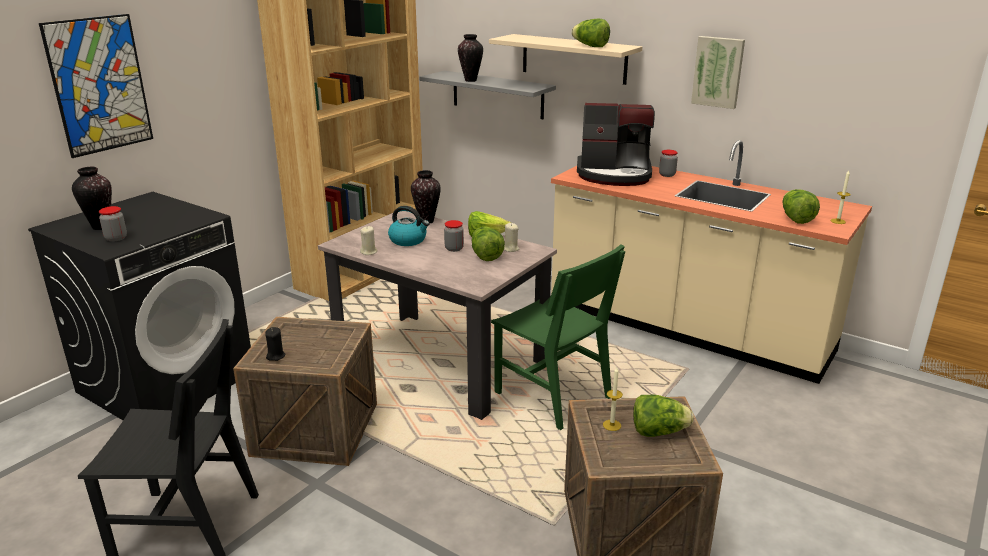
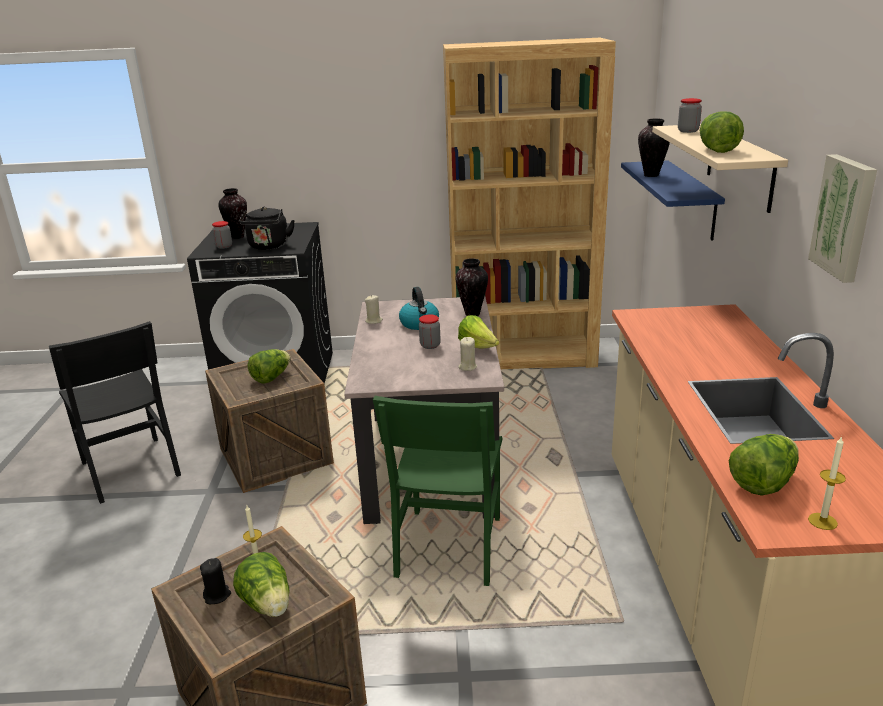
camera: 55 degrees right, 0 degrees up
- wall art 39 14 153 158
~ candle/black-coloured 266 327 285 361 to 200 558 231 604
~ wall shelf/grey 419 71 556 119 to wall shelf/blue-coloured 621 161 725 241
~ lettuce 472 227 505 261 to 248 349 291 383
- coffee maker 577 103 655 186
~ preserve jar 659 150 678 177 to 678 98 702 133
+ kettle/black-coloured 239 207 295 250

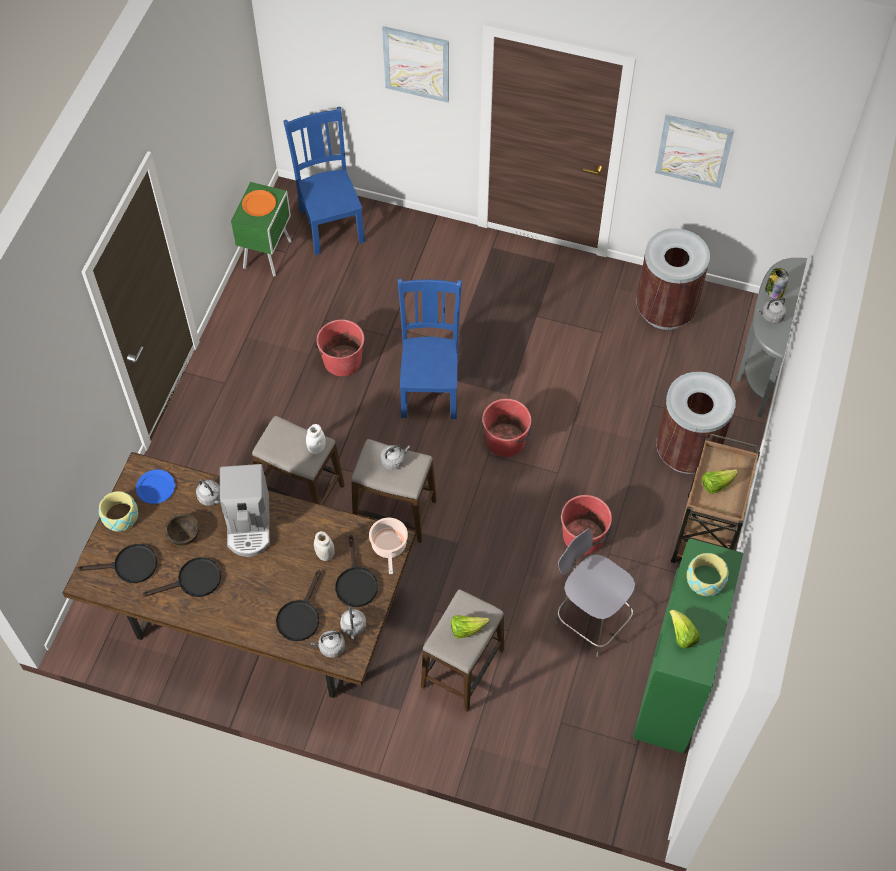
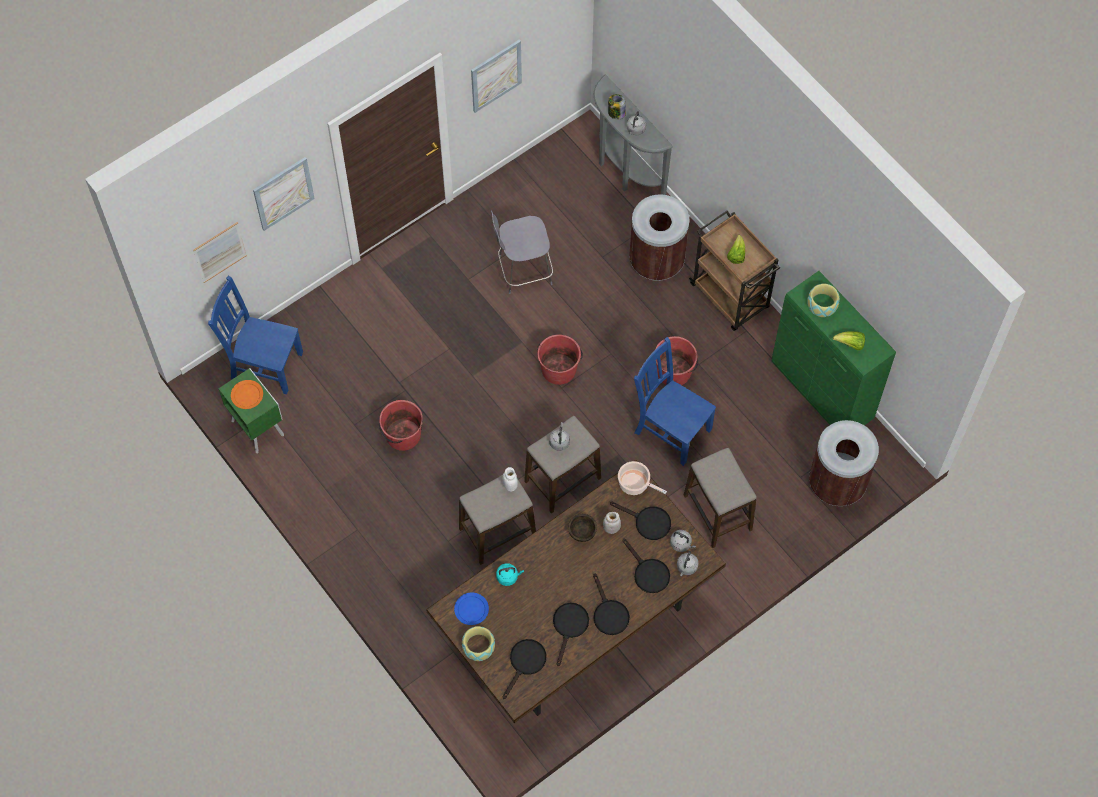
camera: 55 degrees left, 5 degrees up
~ bowl/brownish 165 513 199 546 to 568 514 597 542
~ kettle/grey 196 479 220 506 to kettle/turquoise 496 563 524 586
- coffee maker 220 464 270 557
~ plain chair/blue-coloured 397 279 462 419 to 634 337 716 466
- lettuce 451 615 490 639
~ plain chair/grey 555 528 635 657 to 491 210 553 294
~ trash can/brownish 636 228 710 330 to 809 420 879 506
+ wall art 193 222 247 283
+ frying pan/black-coloured 593 573 630 635

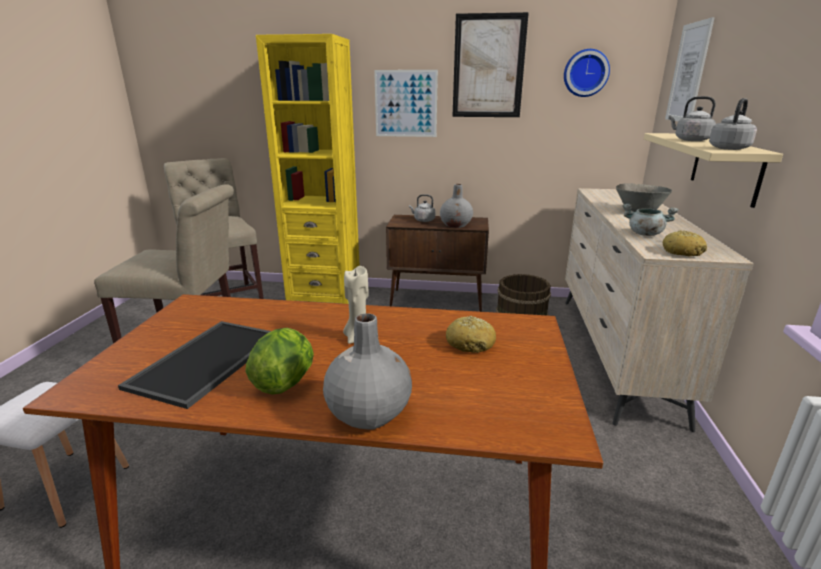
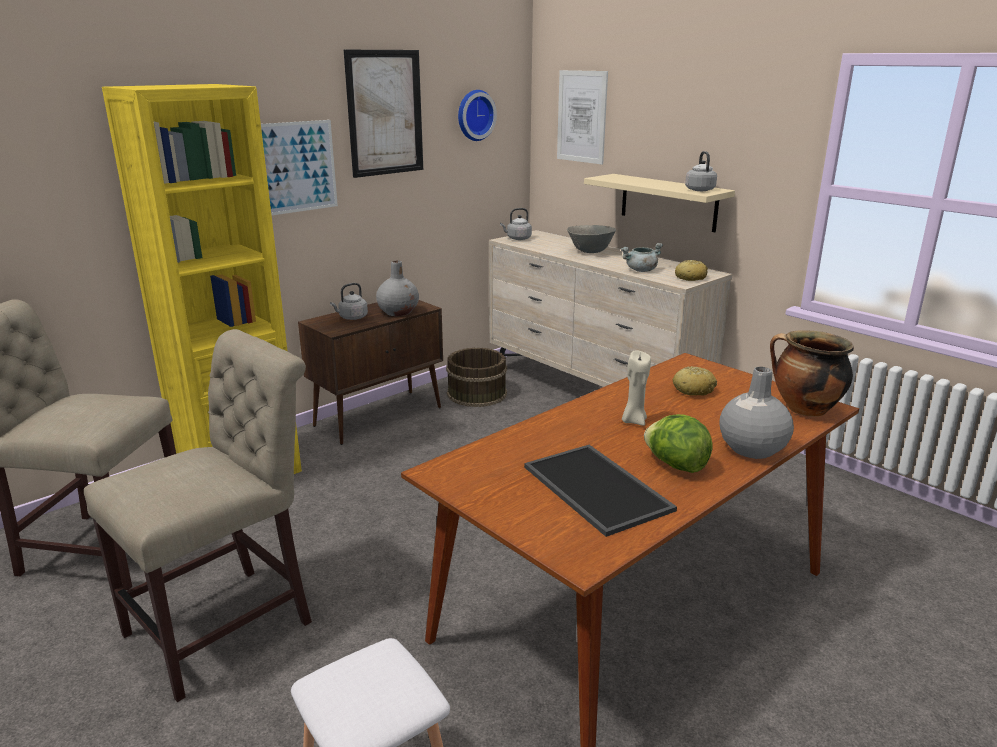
camera: 50 degrees left, 0 degrees up
~ kettle/grey 668 96 716 141 to 500 208 532 240
+ stockpot 770 330 854 417

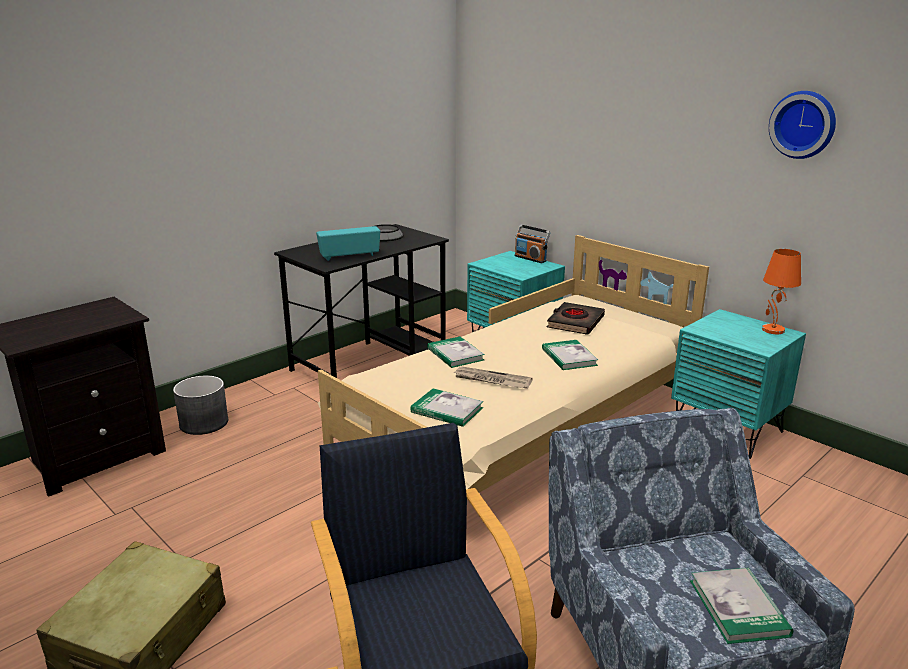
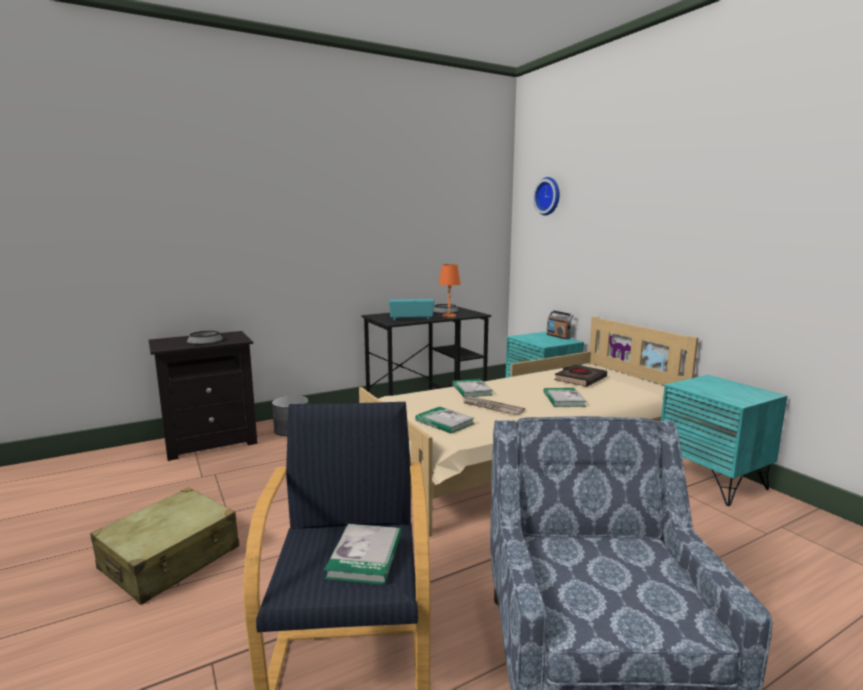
camera: 15 degrees right, 10 degrees down
~ book 690 567 793 644 to 324 524 402 585
~ lamp for a table/orangey 762 249 801 334 to 439 264 461 318
~ wall clock 769 91 836 159 to 533 177 560 215
+ bowl 186 331 224 345

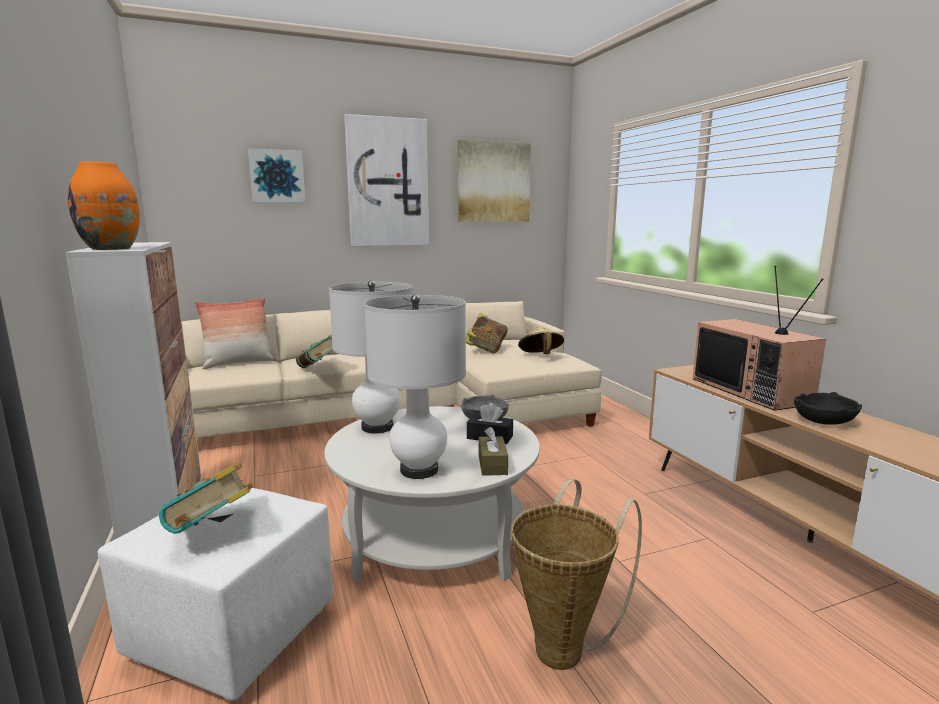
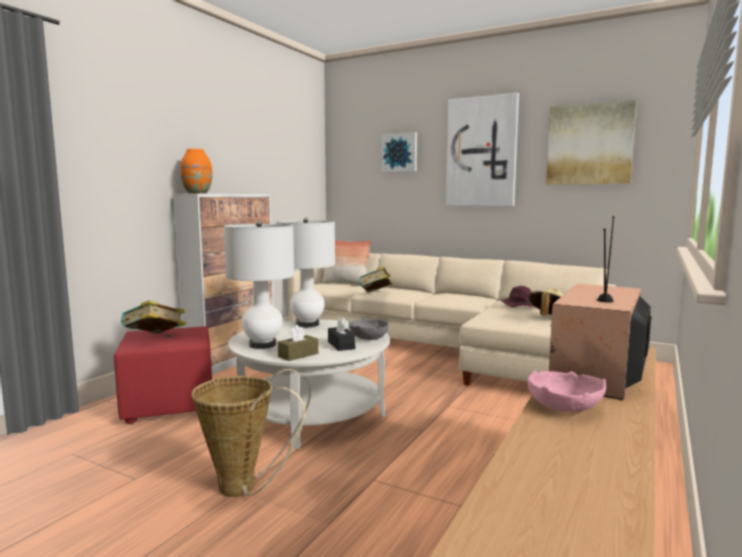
camera: 50 degrees right, 5 degrees down
~ ottoman/white 97 488 333 701 to ottoman/red-coloured 114 326 212 424
~ book 466 313 508 354 to wearable hat/purple-coloured 500 286 534 307
~ bowl/black-coloured 794 392 862 425 to bowl/pink-coloured 527 370 606 412

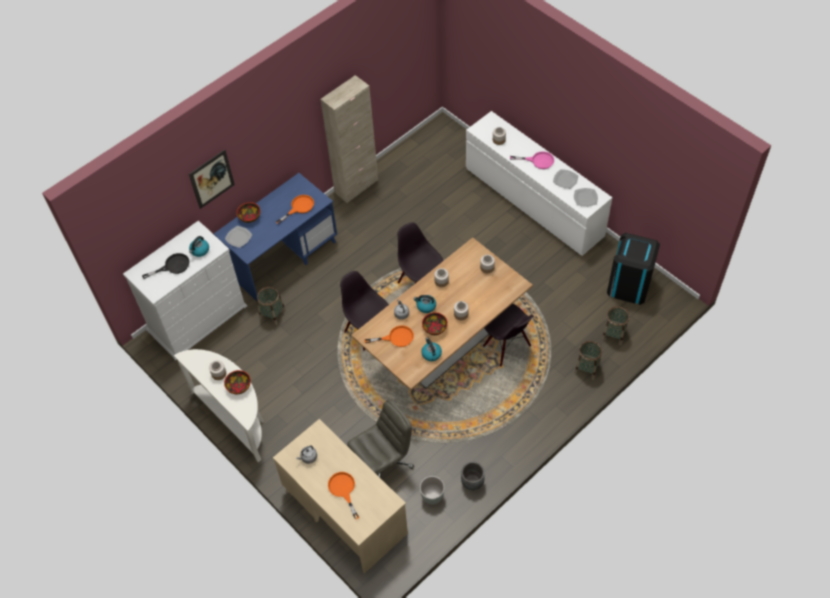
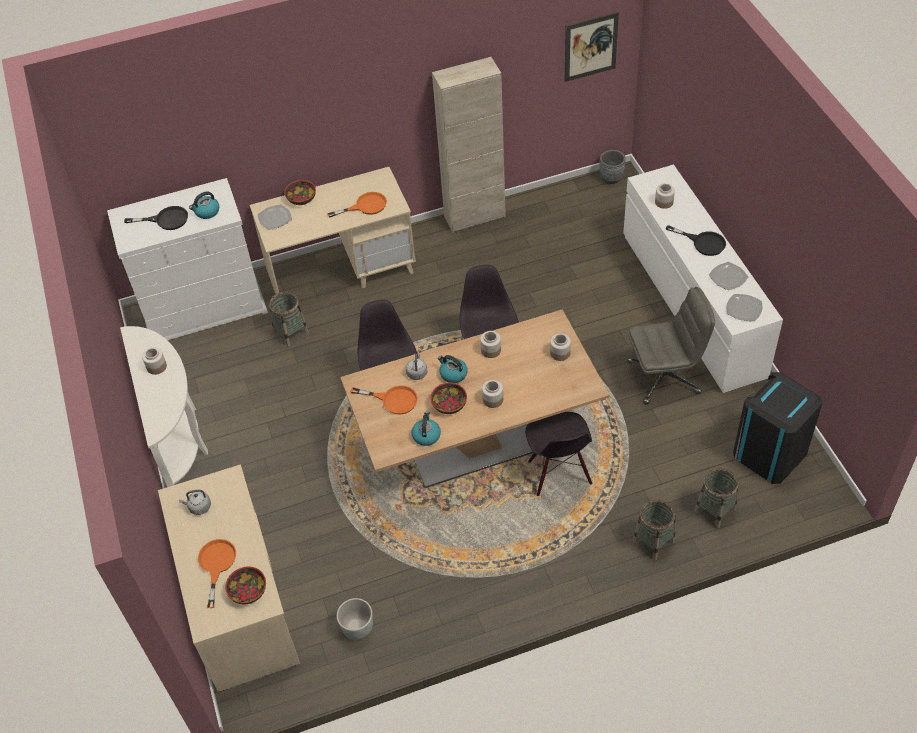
camera: 25 degrees right, 5 degrees down
~ wall art 189 150 235 209 to 565 12 619 82
~ desk table/blue-coloured 214 173 337 301 to desk table/beige-coloured 250 167 416 294
~ bowl 224 370 251 394 to 225 566 266 604
~ computer chair/grey 347 400 414 477 to 628 287 715 405
~ planter/grey 461 461 485 490 to 599 150 626 184
~ frying pan/pink-coloured 510 151 554 169 to frying pan/black-coloured 666 225 726 256

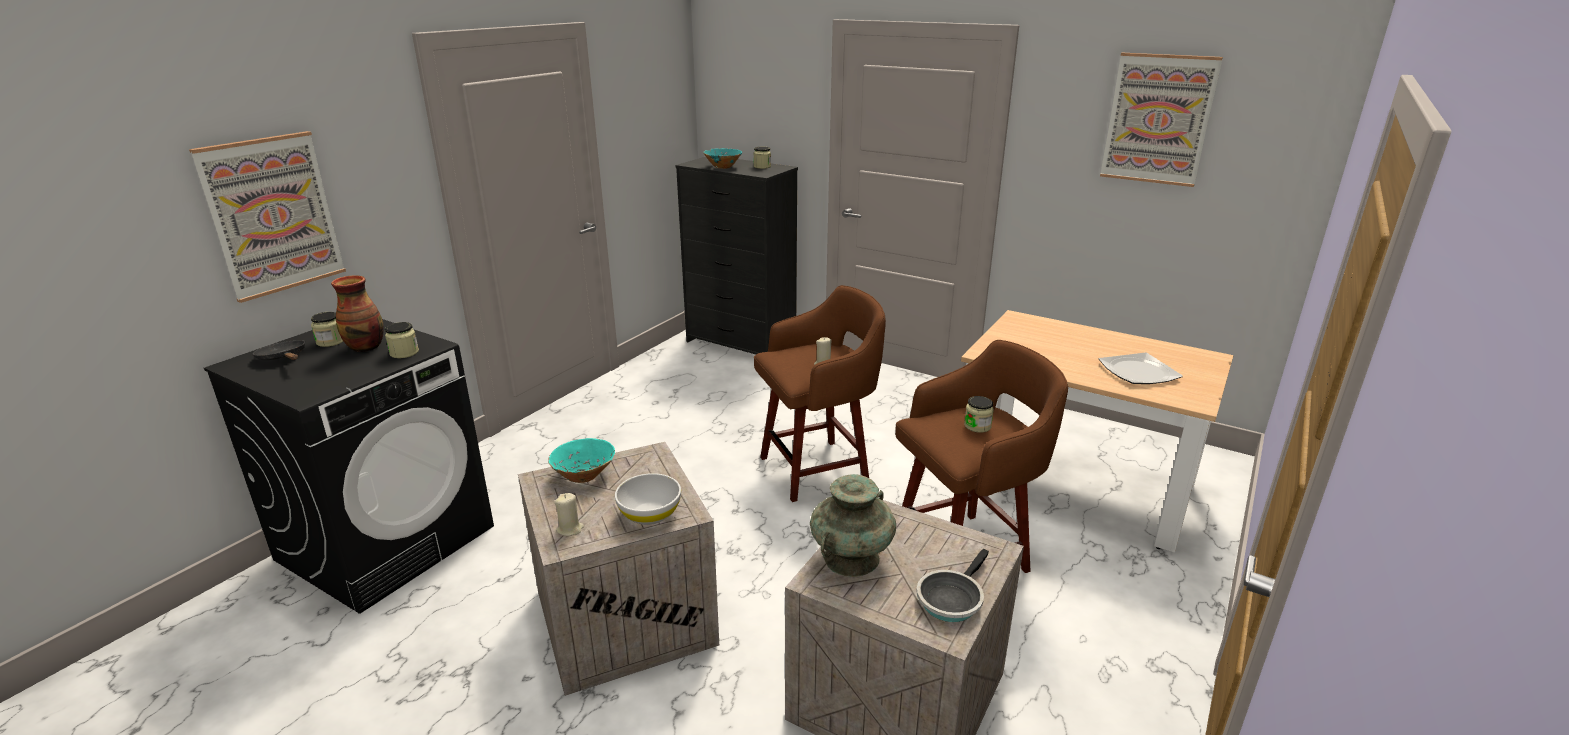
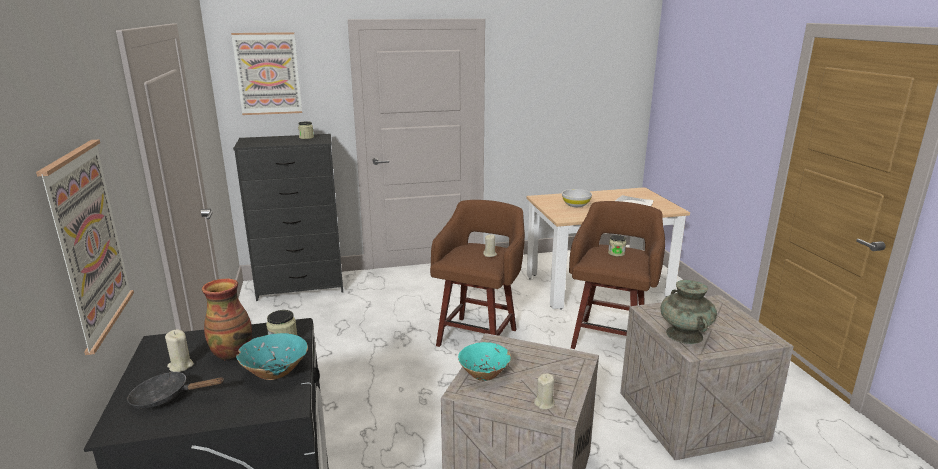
camera: 45 degrees left, 5 degrees down
~ preserve jar 311 312 344 347 to candle/beige-coloured 165 329 194 372
~ bowl/white 615 473 681 525 to 562 189 592 207
~ bowl/turquoise 703 148 742 169 to 236 333 308 380
- frying pan 916 549 989 622
~ wall art 1100 53 1223 187 to 231 32 302 115

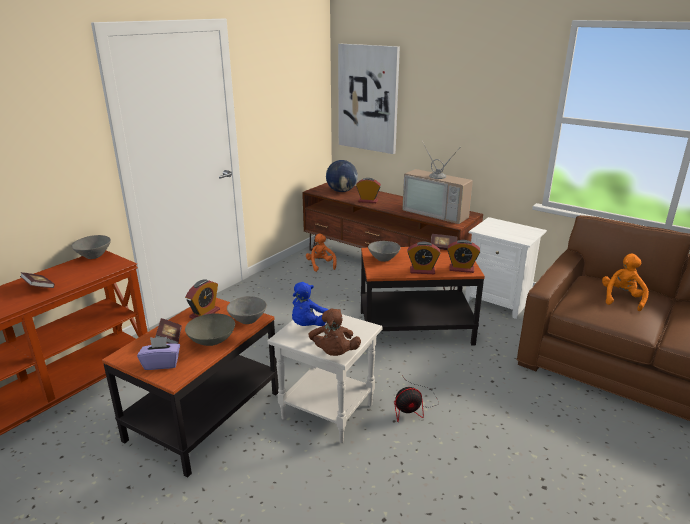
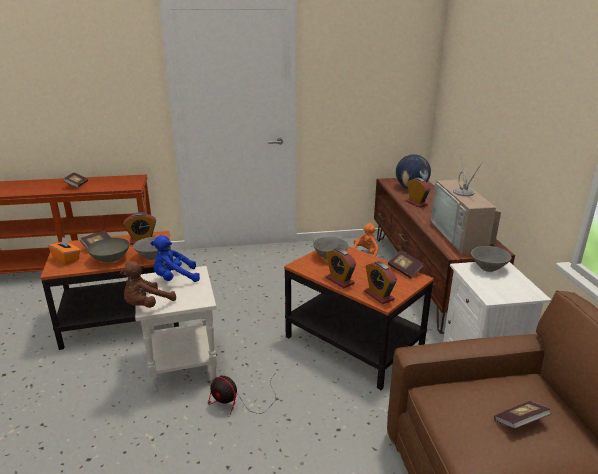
camera: 45 degrees right, 0 degrees up
~ bowl/grey 71 235 111 259 to 471 246 511 272
~ tissue box/purple-coloured 137 337 180 370 to tissue box/orangey 48 236 81 265
- wall art 338 44 400 154
~ soft toy/orangey 602 253 649 311 to book 494 401 551 429

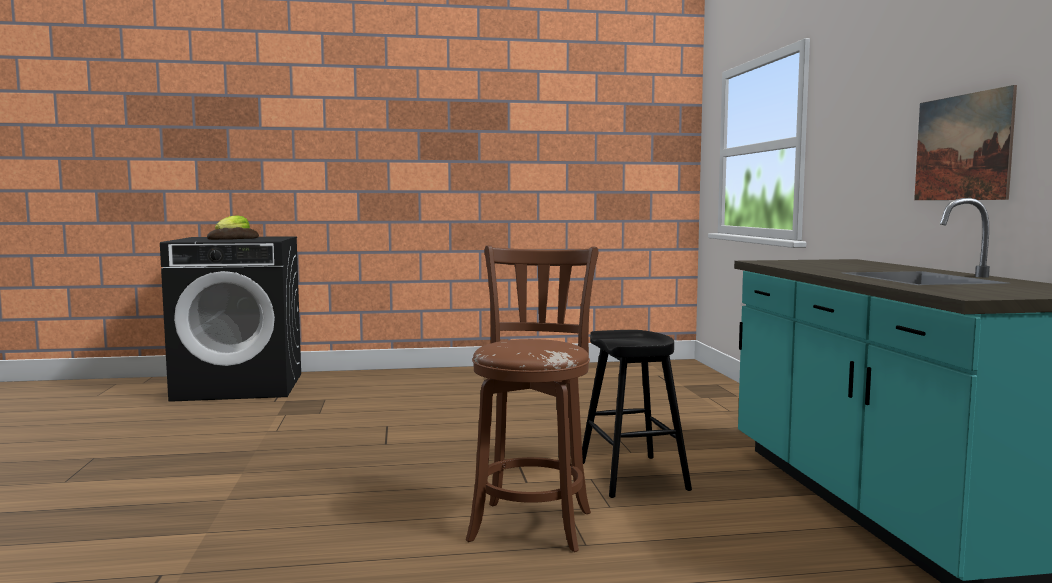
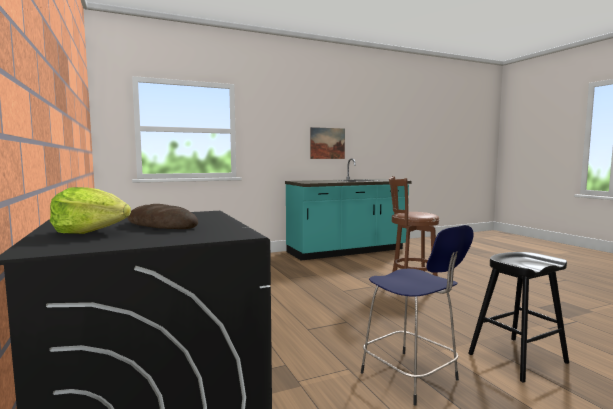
camera: 105 degrees left, 0 degrees up
~ sitting stool/black-coloured 582 330 692 498 to 468 252 569 382
+ sitting stool/blue-coloured 361 225 474 406

